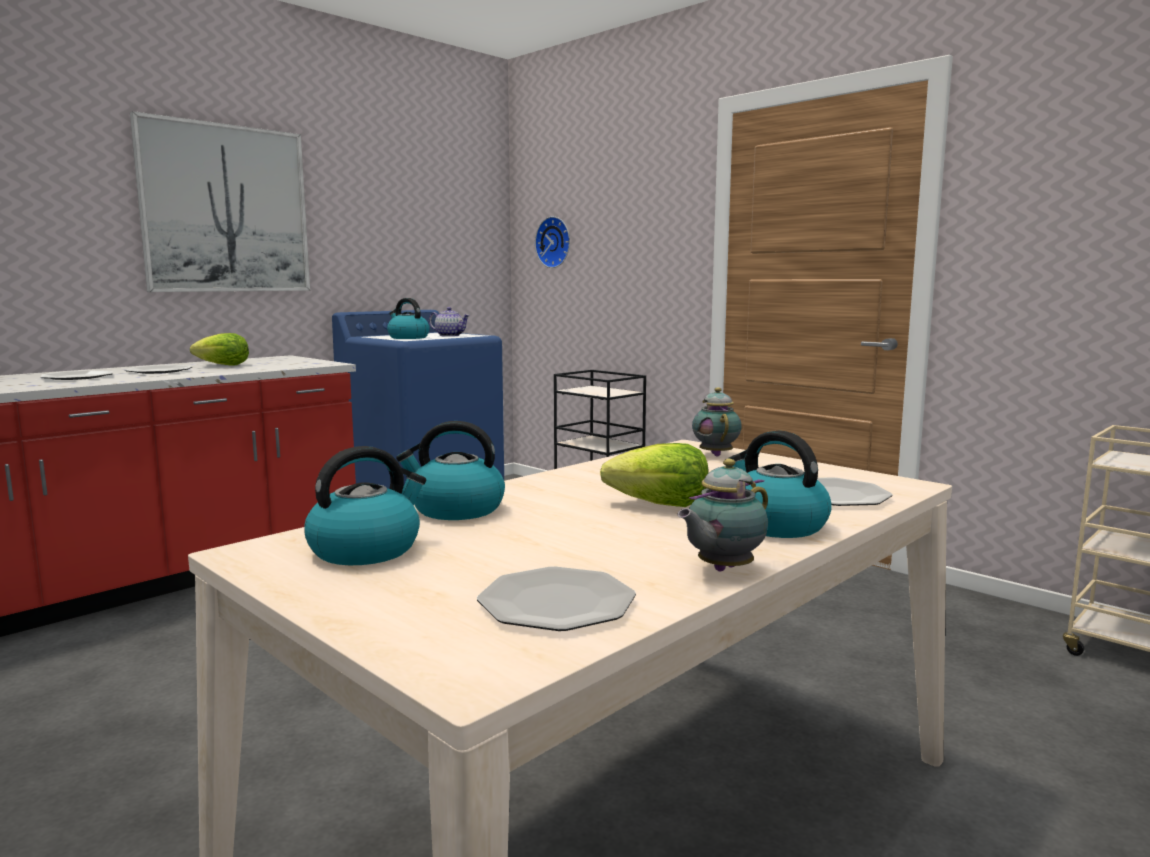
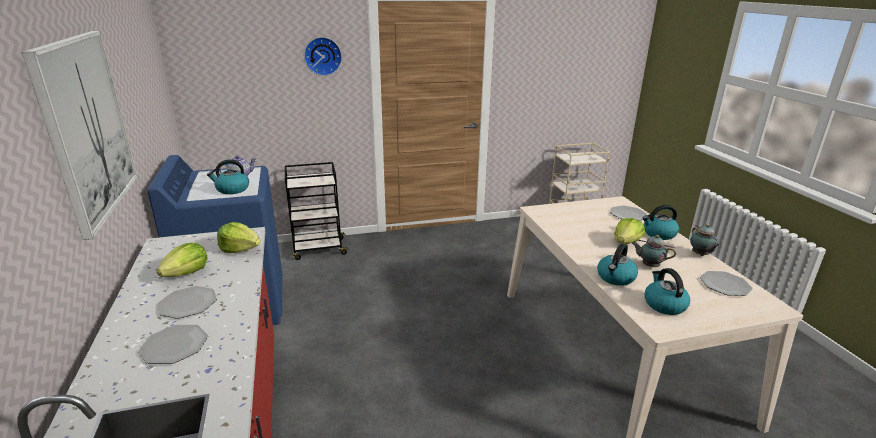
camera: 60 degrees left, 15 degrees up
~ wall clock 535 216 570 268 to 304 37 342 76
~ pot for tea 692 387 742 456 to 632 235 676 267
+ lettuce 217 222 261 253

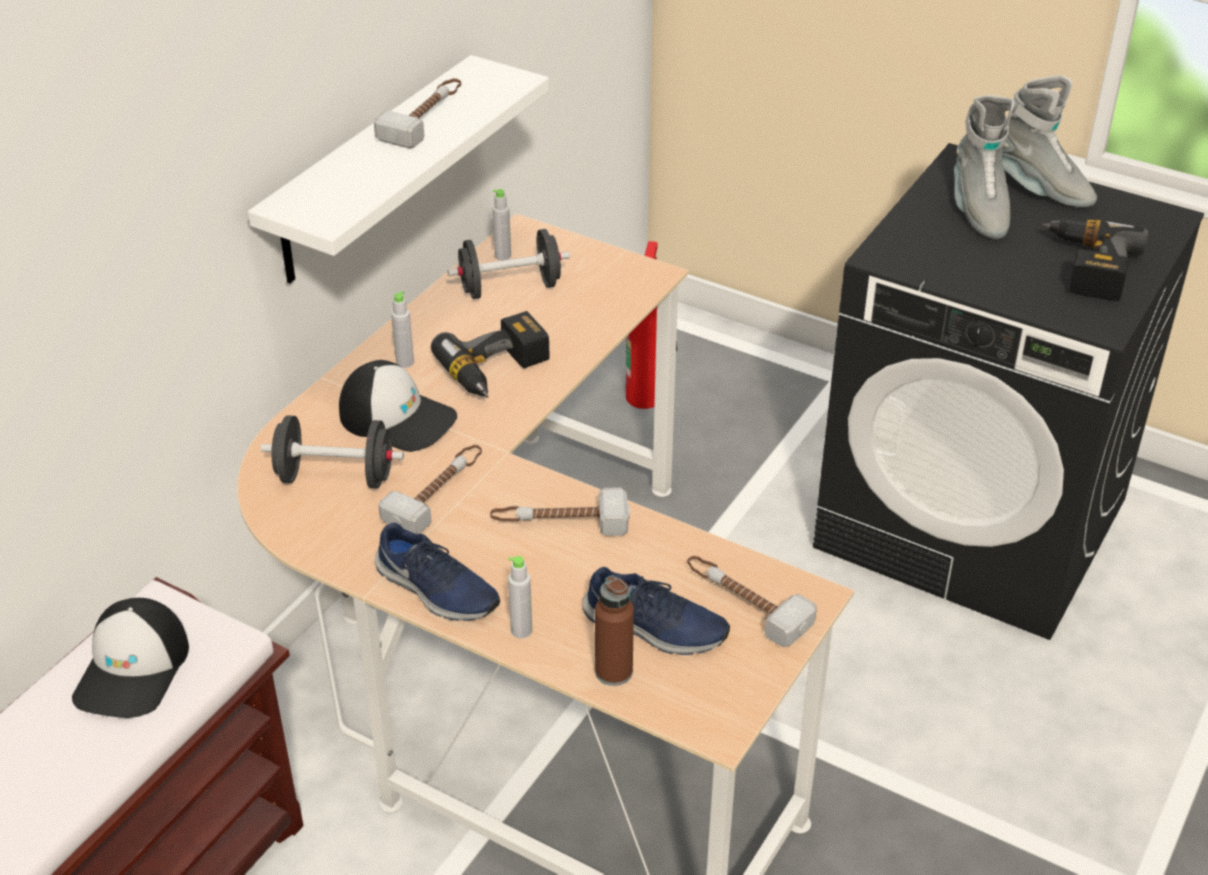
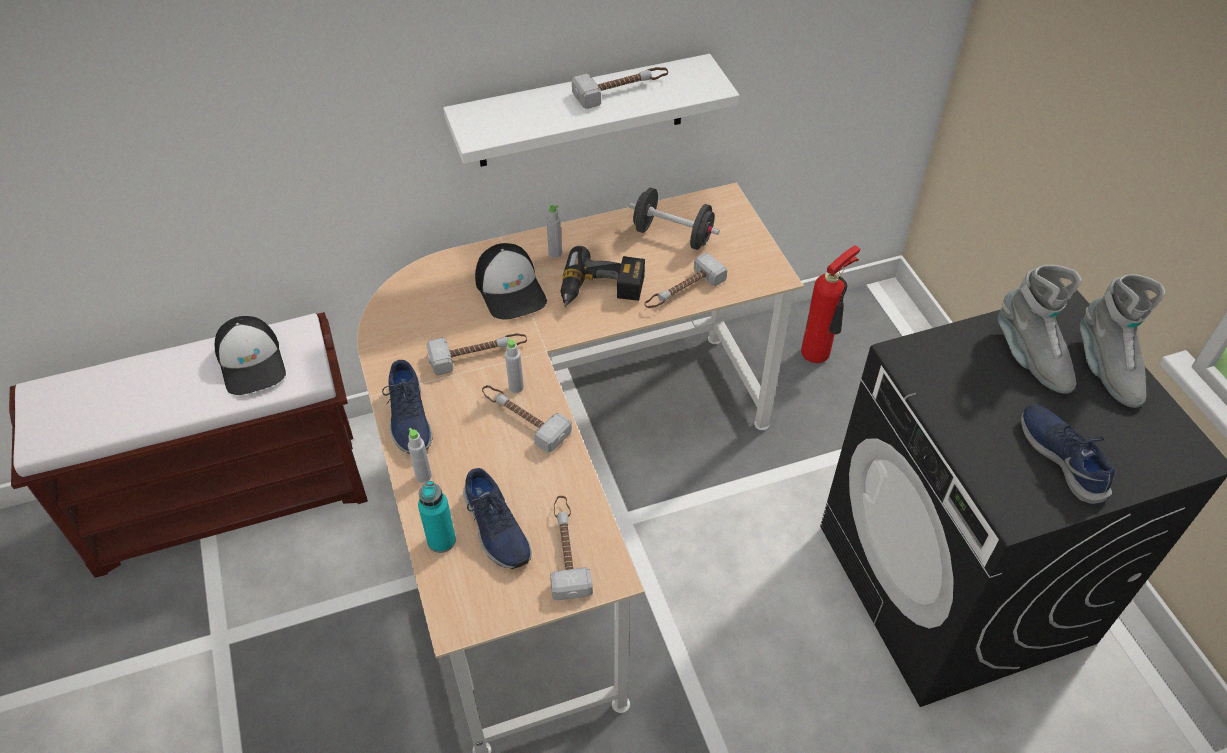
camera: 40 degrees right, 10 degrees up
~ cap 72 598 189 718 = 215 316 286 395 75 degrees counterclockwise
- free weight/black-coloured 261 415 404 488
~ drink bottle/grey 492 189 511 261 to 505 338 524 393
~ drink bottle/brownish 595 575 634 686 to drink bottle/turquoise 418 481 456 553
~ high-top boot/grey 954 95 1014 239 = 998 265 1081 394 60 degrees counterclockwise
~ drill 1042 218 1148 301 to low shoe/blue-coloured 1021 404 1115 505
+ hammer 644 253 727 308

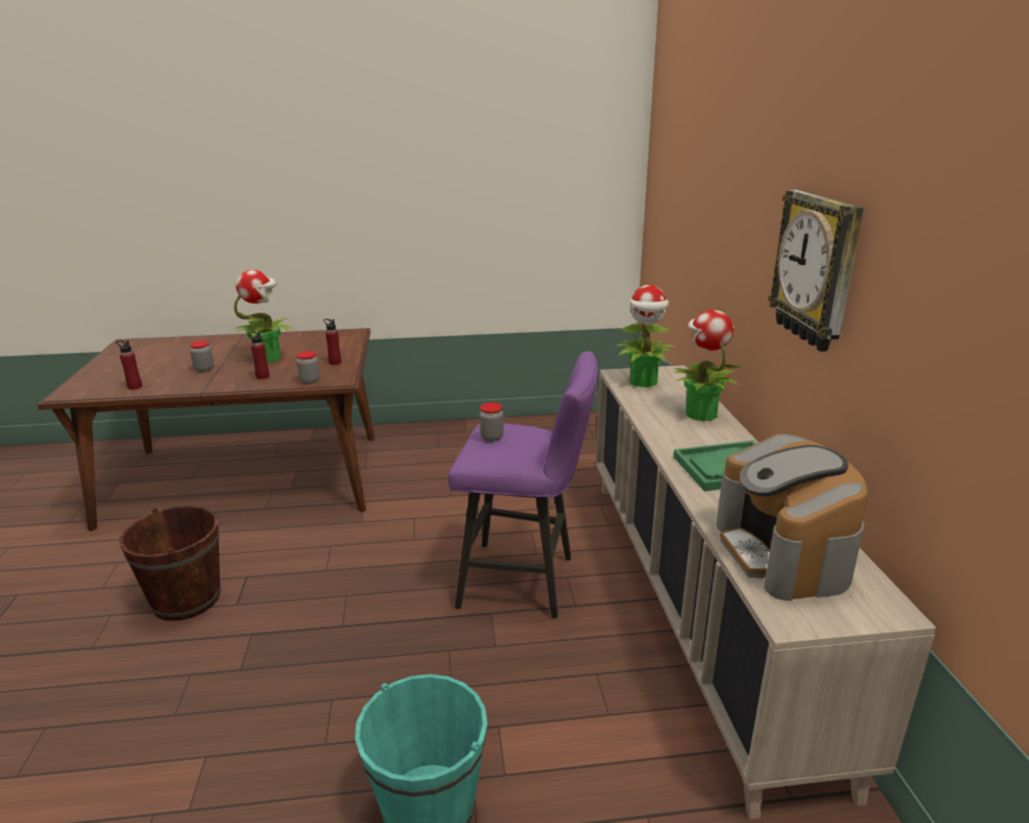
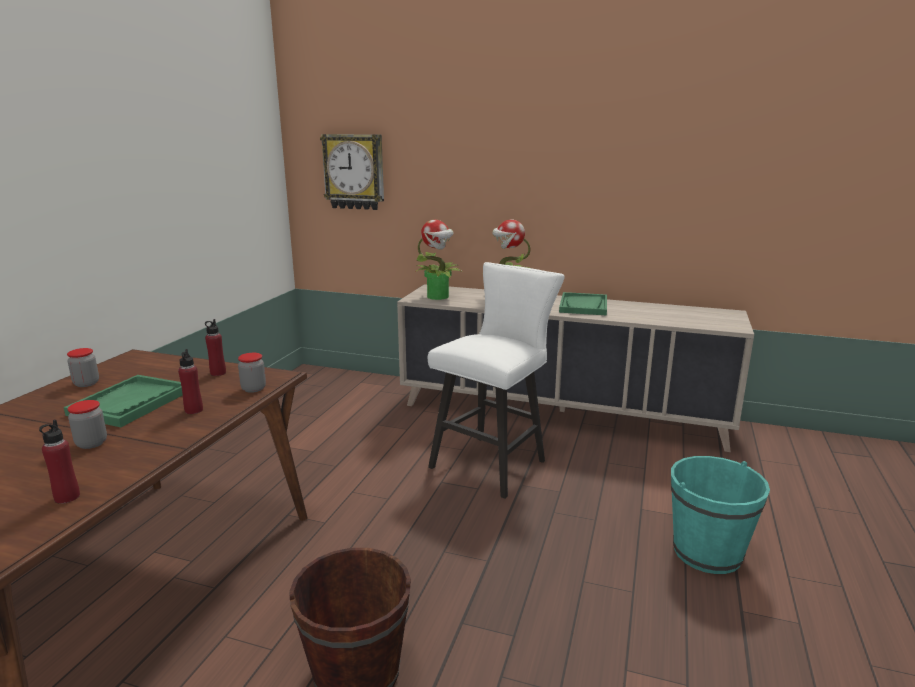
camera: 65 degrees left, 5 degrees down
~ plant in a pot 234 270 294 363 to tray/greenish 64 375 183 427
~ sitting stool/purple-coloured 448 351 598 618 to sitting stool/white 428 262 565 499
~ preserve jar 479 402 504 442 to 67 348 99 387
- coffee maker 716 434 868 601
~ wall clock 768 190 864 352 to 320 134 384 210

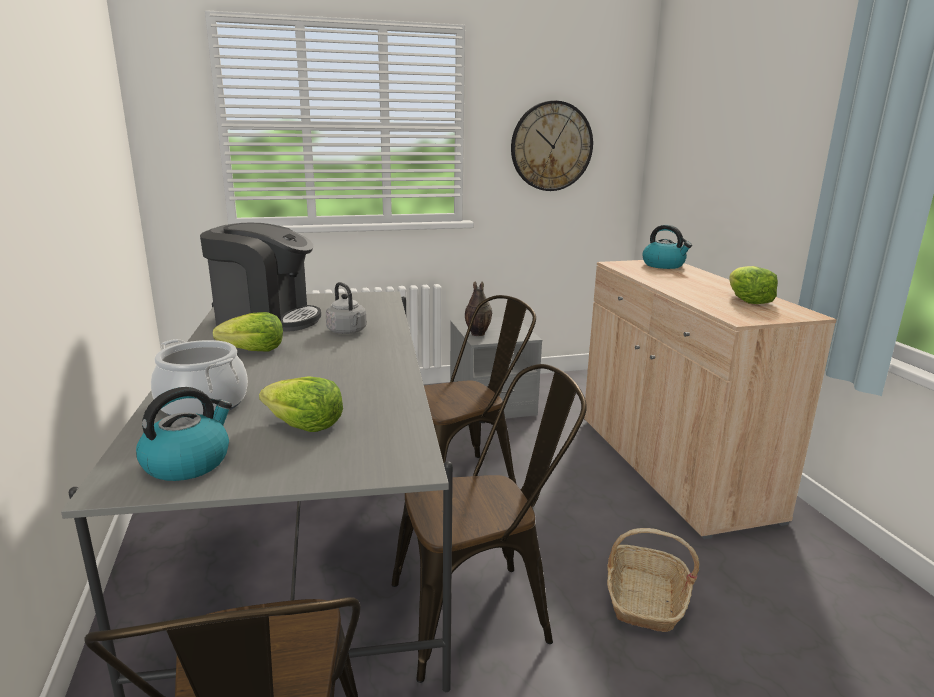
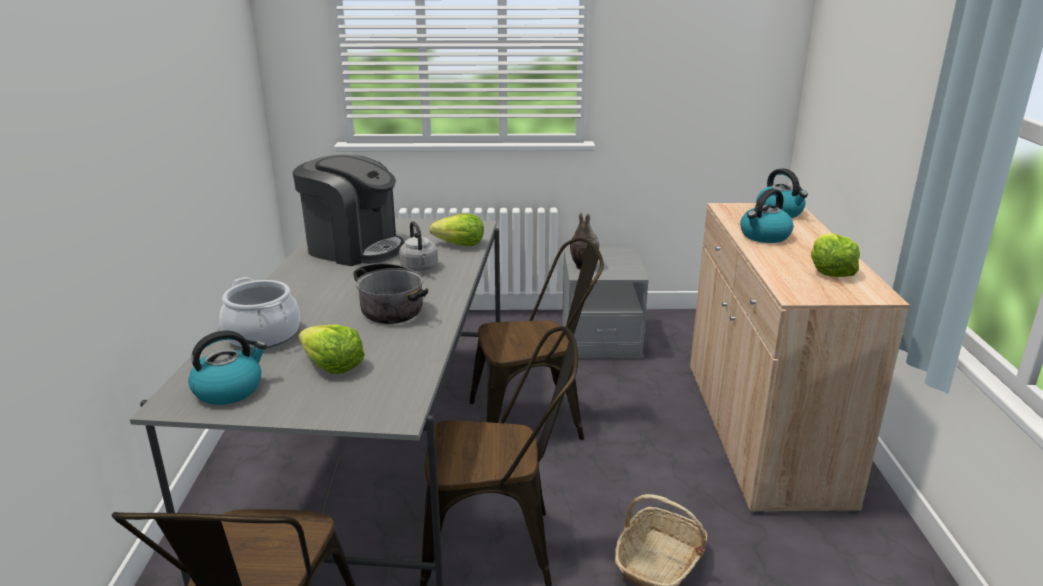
camera: 15 degrees right, 5 degrees up
~ lettuce 213 312 283 351 to 430 214 484 246
- wall clock 511 101 593 191
+ stockpot 353 263 428 324
+ kettle 740 189 793 243

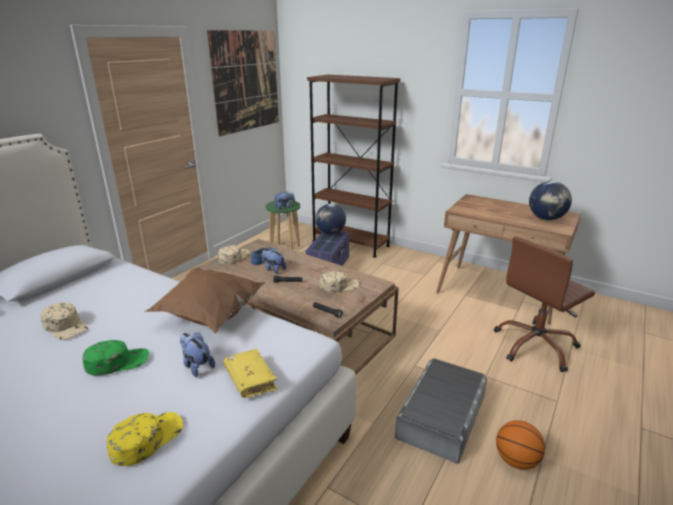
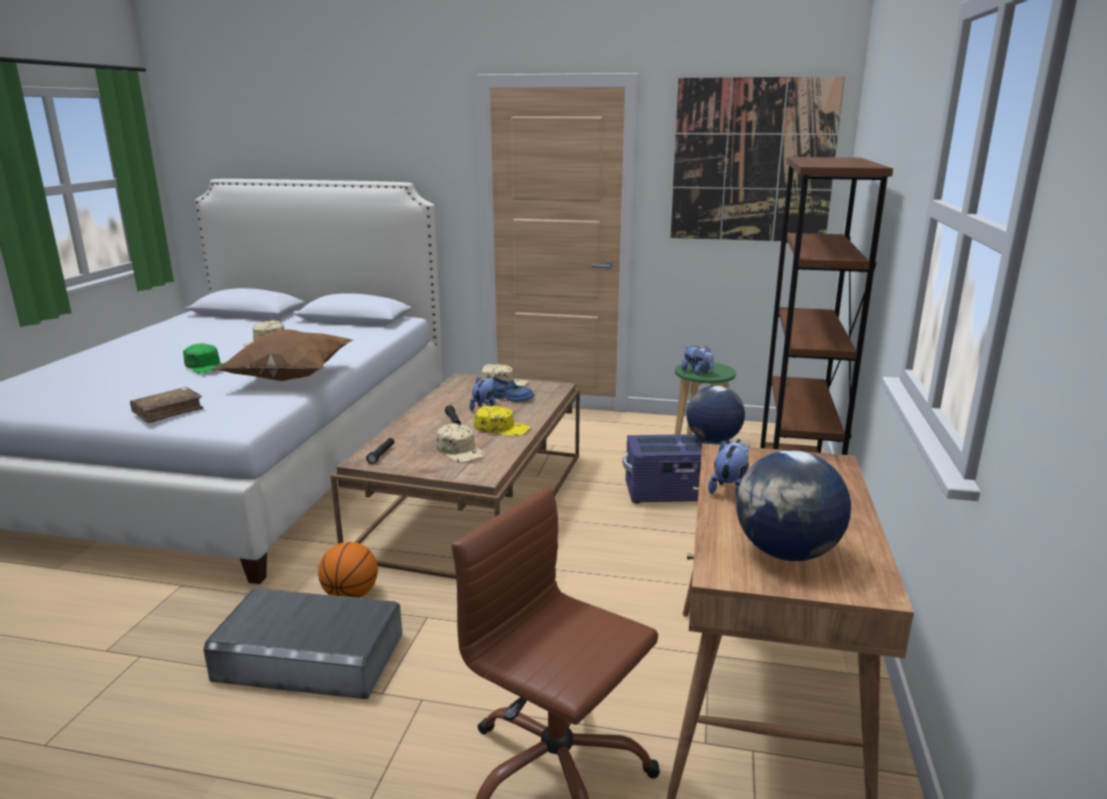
camera: 70 degrees right, 5 degrees down
~ cap/yellow 107 412 183 466 to 474 406 531 436
~ soft toy 180 332 215 377 to 708 439 749 496
~ book/yellow 224 349 278 398 to book/brownish 130 387 203 423
~ basketball 496 420 545 470 to 318 542 378 598

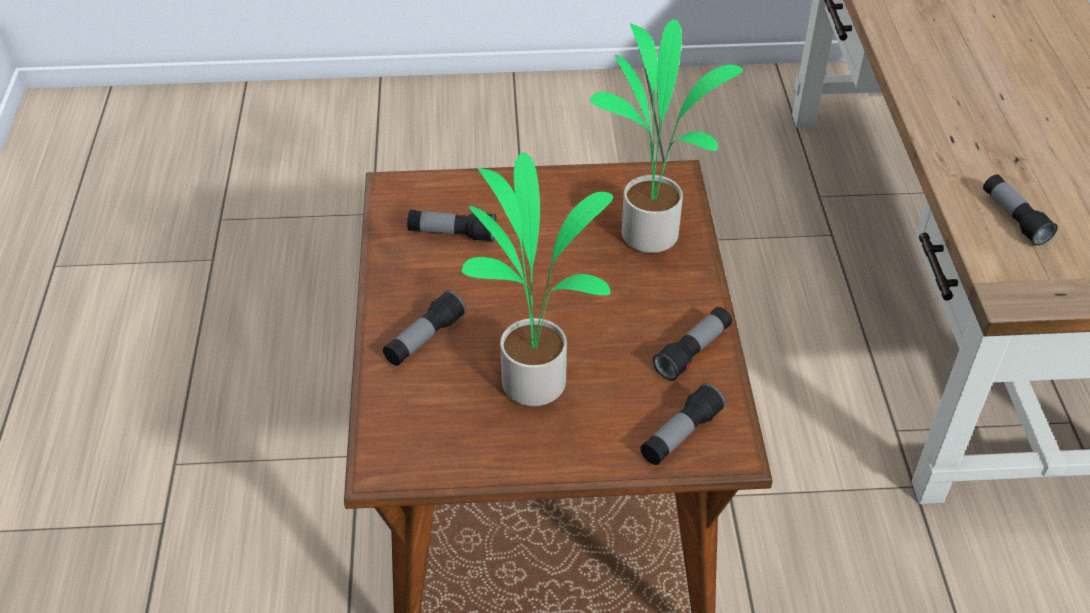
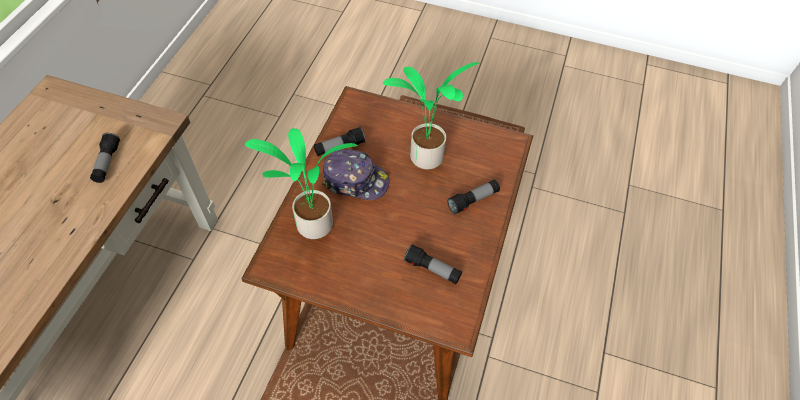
camera: 160 degrees left, 10 degrees up
- torch 640 383 726 465
+ cap 322 149 390 200

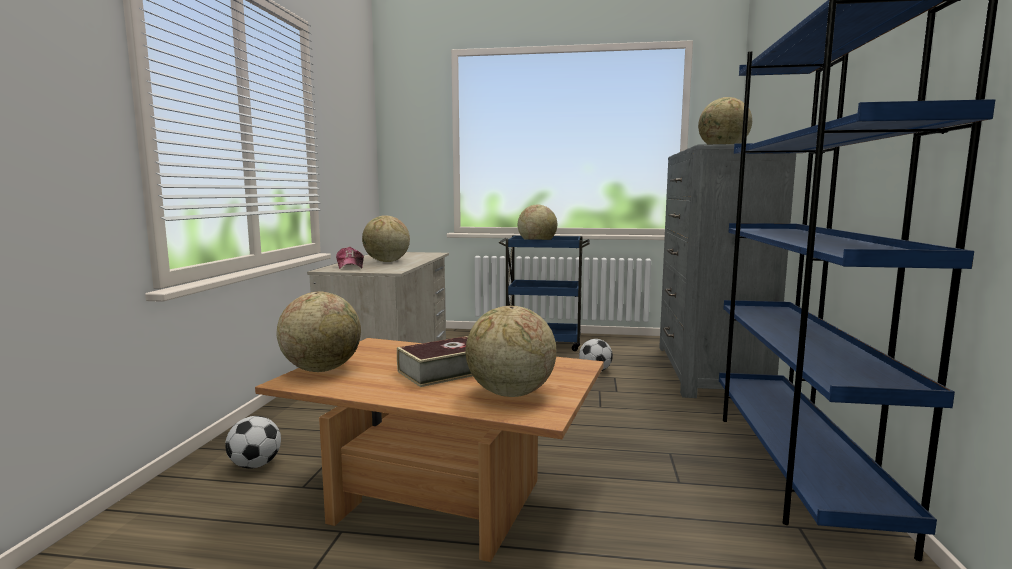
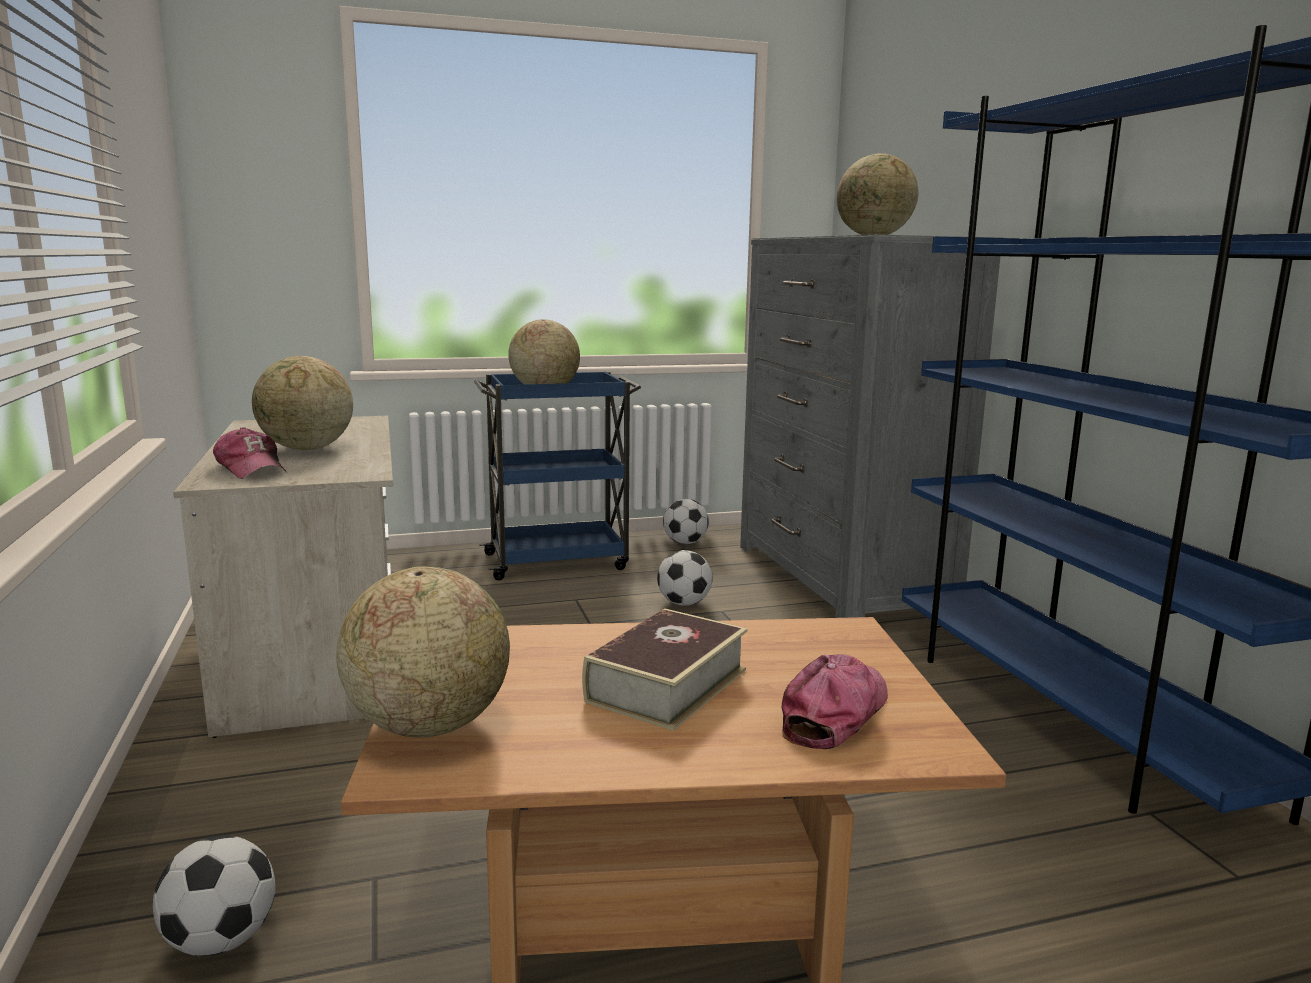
camera: 25 degrees left, 5 degrees up
~ world globe 466 306 556 397 to cap 782 654 888 749
+ football 663 499 709 544

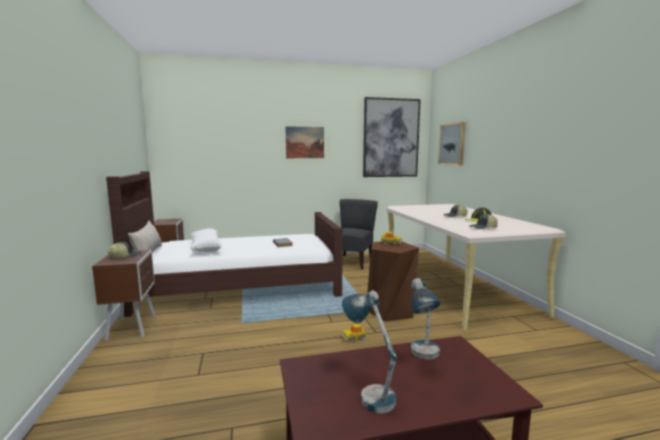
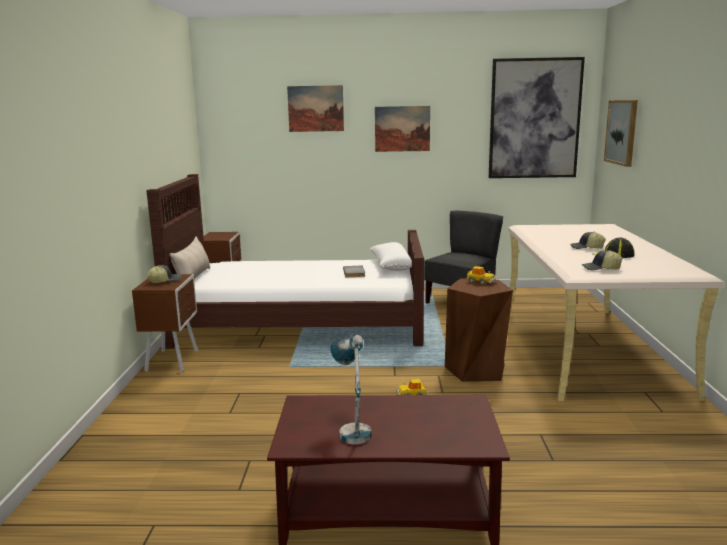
camera: 15 degrees right, 5 degrees up
~ throw pillow/white 190 229 222 252 to 370 242 412 271
- lamp for a table 411 278 441 360
+ wall art 287 85 344 132

